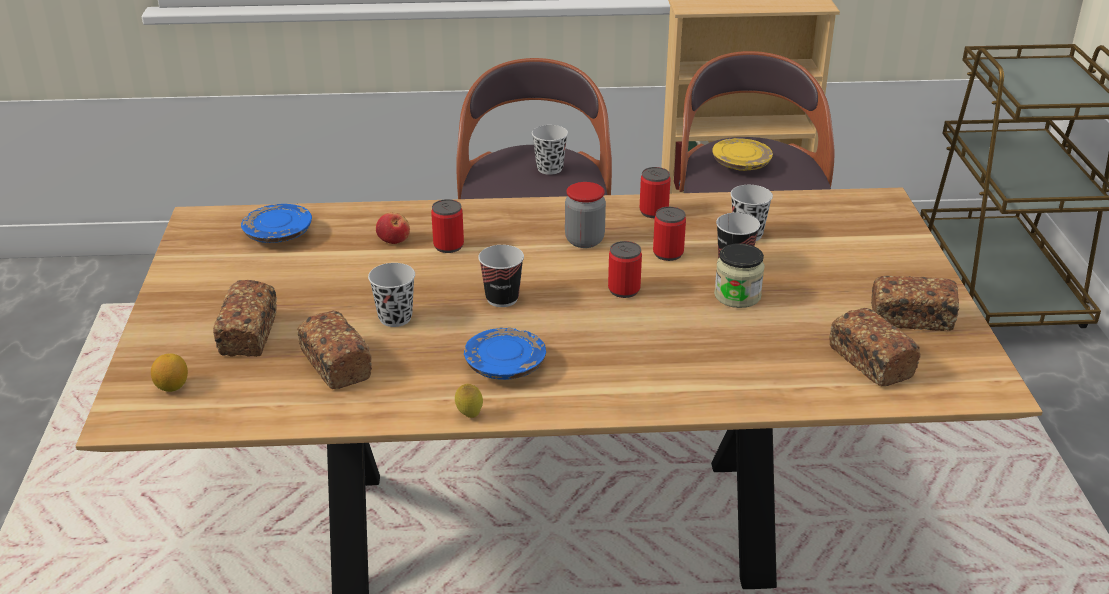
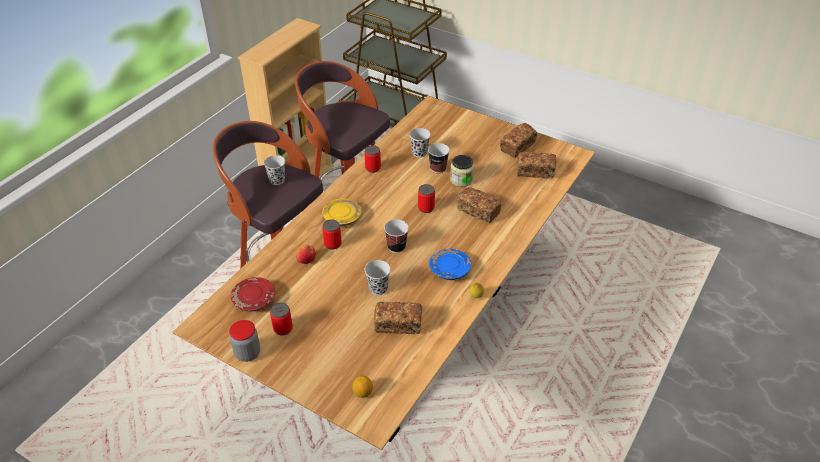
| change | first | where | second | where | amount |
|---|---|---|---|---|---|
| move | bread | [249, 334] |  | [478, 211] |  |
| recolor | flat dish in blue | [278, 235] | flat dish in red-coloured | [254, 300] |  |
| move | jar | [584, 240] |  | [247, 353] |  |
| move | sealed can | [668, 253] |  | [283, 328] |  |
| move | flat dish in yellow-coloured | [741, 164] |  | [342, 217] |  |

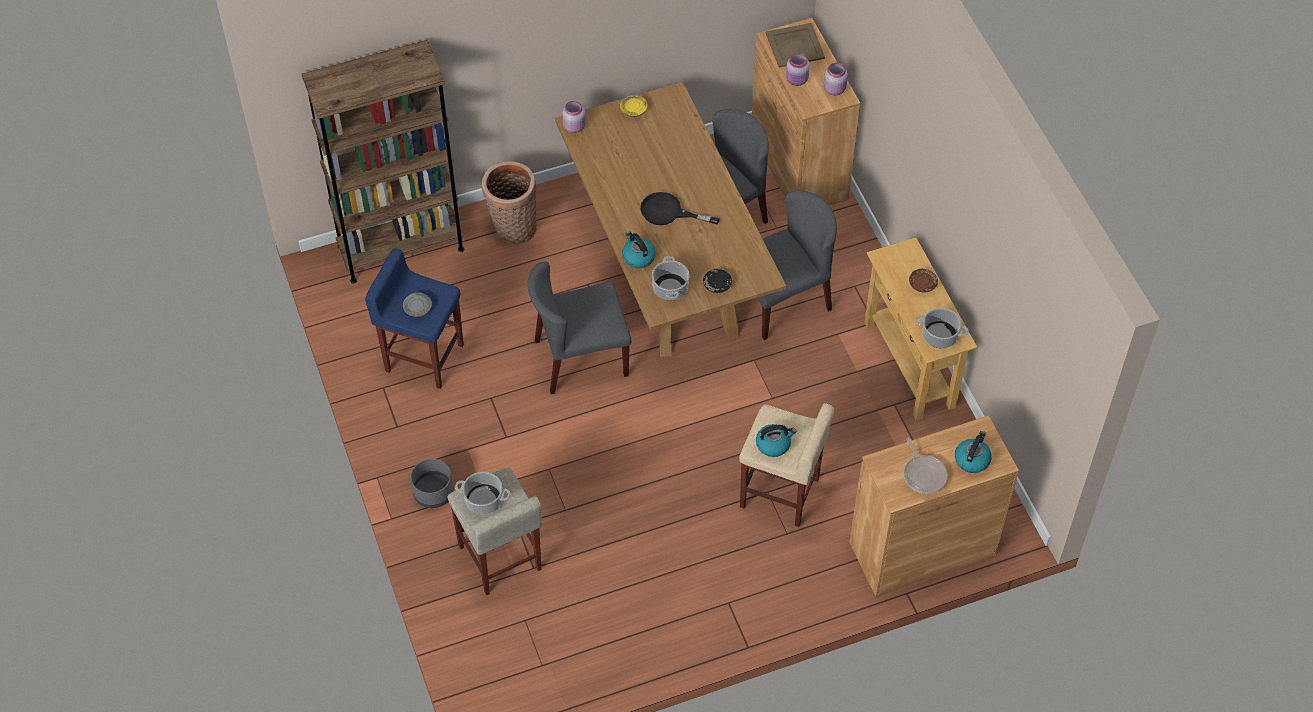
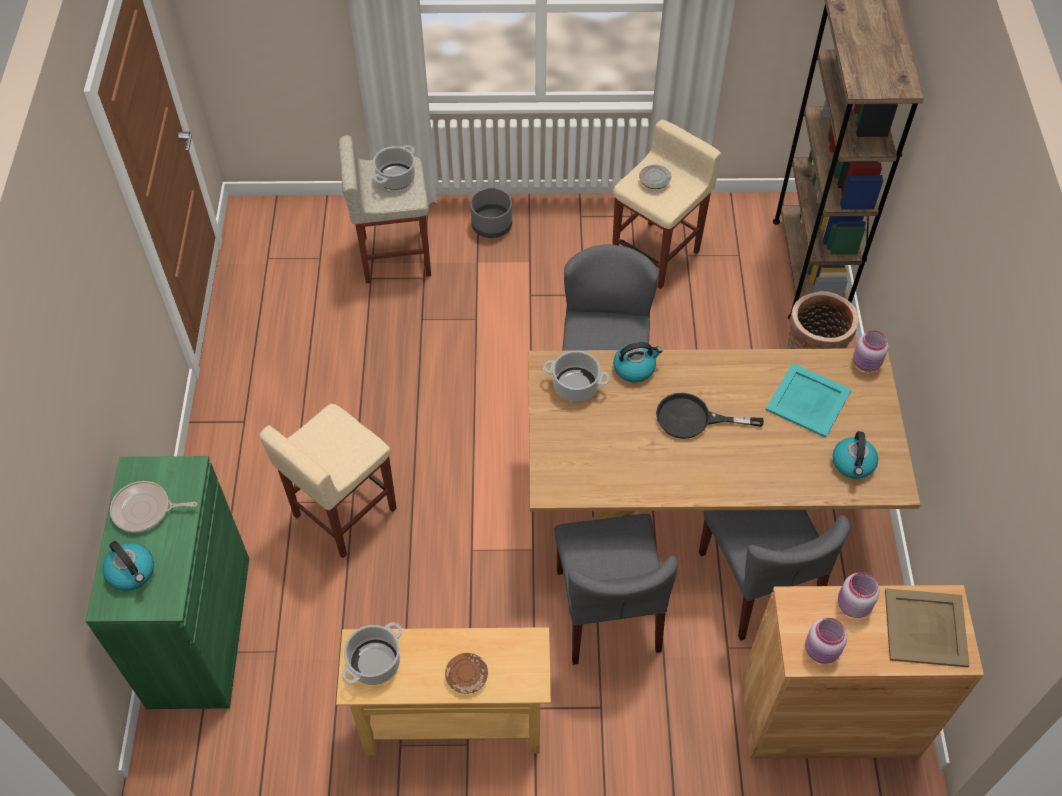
| change | first | where | second | where | amount |
|---|---|---|---|---|---|
| recolor | sitting stool in blue | [423, 357] | sitting stool in beige-coloured | [656, 254] |  |
| delete | flat dish in yellow-coloured | [633, 109] |  |  |  |
| rotate | frying pan in blackish | [668, 212] |  | [693, 419] | 120 degrees counterclockwise |
| delete | flat dish in blackish | [717, 285] |  |  |  |
| move | water kettle | [773, 444] |  | [853, 464] |  |
| recolor | cupboard in brown-coloured | [922, 549] | cupboard in greenish | [199, 631] |  |
| insert |  |  | serving tray in blue-green | [809, 400] |  |

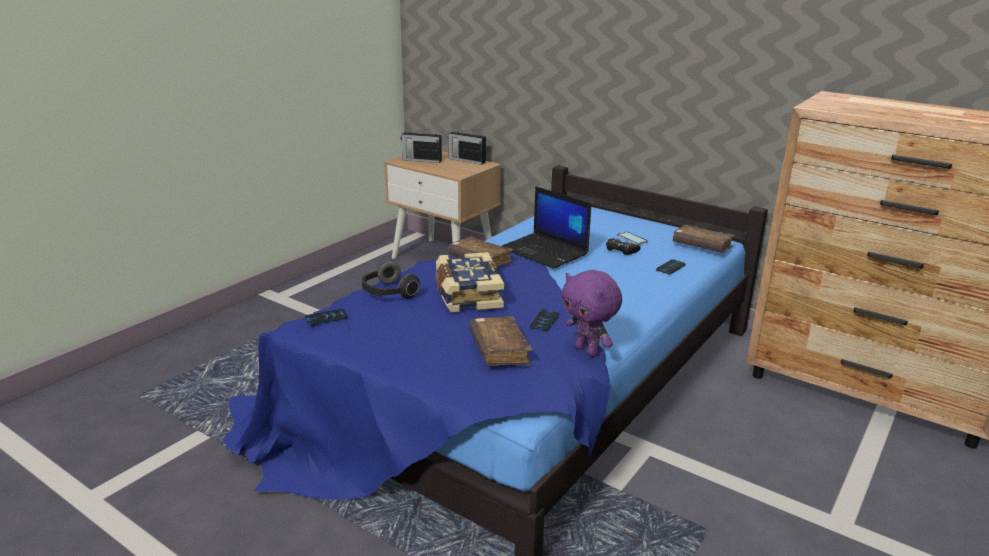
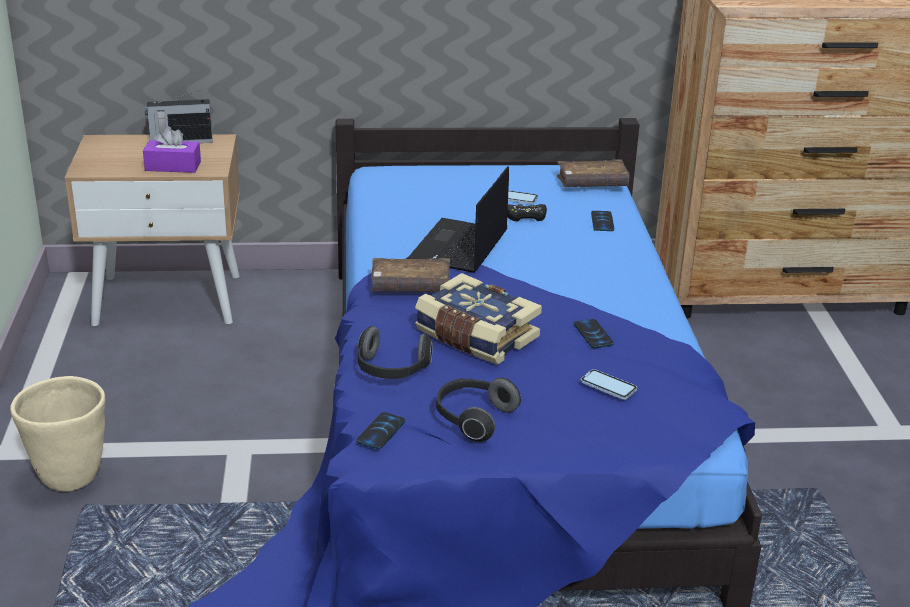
| change | first | where | second | where | amount |
|---|---|---|---|---|---|
| delete | radio set | [421, 160] |  |  |  |
| replace | volume in brown-coloured | [499, 350] | telephone | [608, 386] |  |
| rotate | notebook computer | [545, 251] |  | [459, 247] | 105 degrees clockwise |
| delete | plush toy in purple-coloured | [588, 351] |  |  |  |
| insert |  |  | flower pot in beige-coloured | [69, 477] |  |
| insert |  |  | tissue box in purple-coloured | [173, 166] |  |
| insert |  |  | headset | [473, 419] |  |

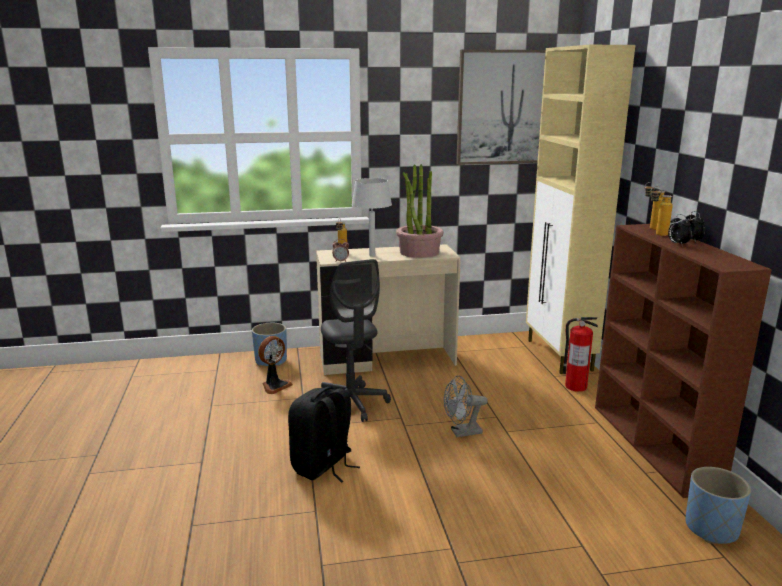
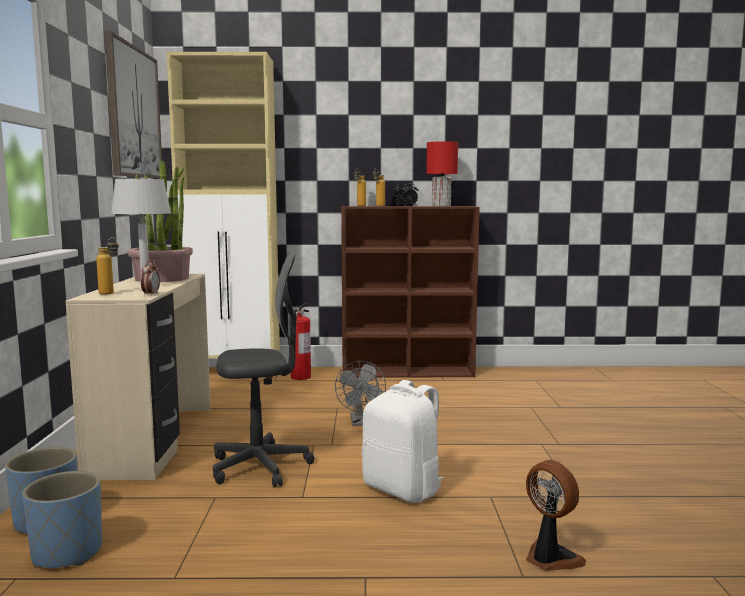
| change | first | where | second | where | amount |
|---|---|---|---|---|---|
| move | cooling fan | [275, 386] |  | [550, 558] |  |
| recolor | rucksack in blackish | [323, 466] | rucksack in whitish | [403, 489] |  |
| move | flower pot in blue | [711, 529] |  | [67, 553] |  |
| insert |  |  | lamp for a table in red-coloured | [441, 206] |  |

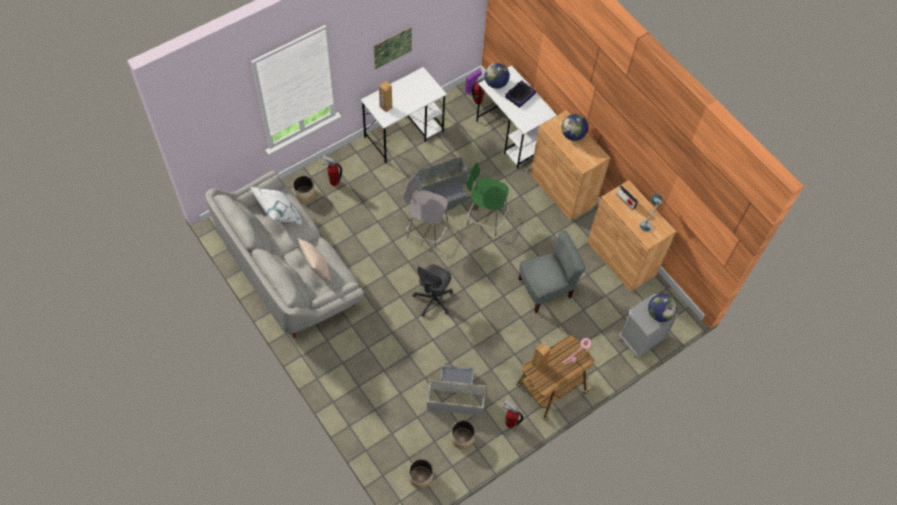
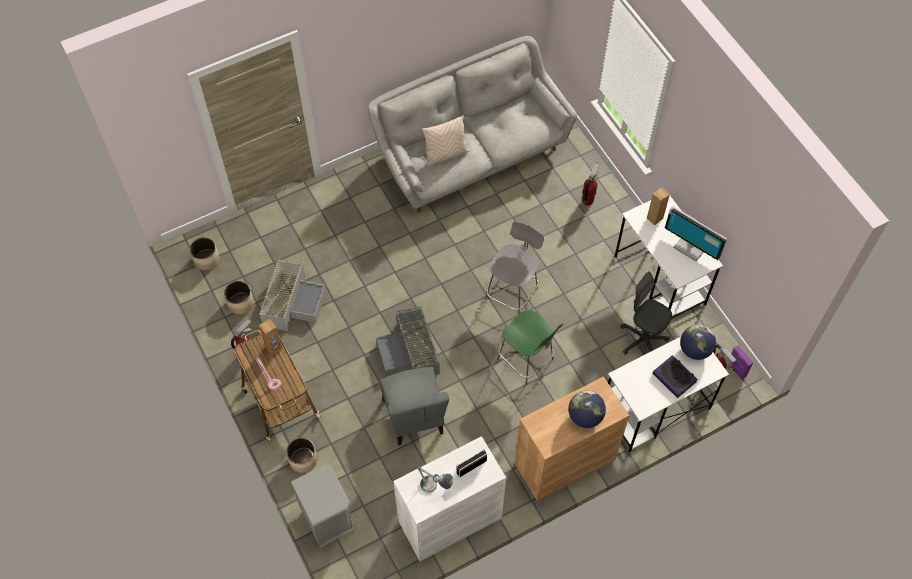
| change | first | where | second | where | amount |
|---|---|---|---|---|---|
| delete | throw pillow in whitish | [278, 214] |  |  |  |
| move | flower pot | [304, 194] |  | [303, 459] |  |
| delete | wall picture | [392, 47] |  |  |  |
| move | computer chair in greyish | [433, 300] |  | [642, 340] |  |
| move | storage container in greyish | [444, 187] |  | [410, 352] |  |
| rotate | plain chair in greenish | [485, 217] |  | [526, 360] | 105 degrees clockwise |
| recolor | cupboard in brown-coloured | [621, 258] | cupboard in whitish | [450, 520] |  |
| delete | world globe | [659, 314] |  |  |  |
| insert |  |  | computer screen | [690, 247] |  |

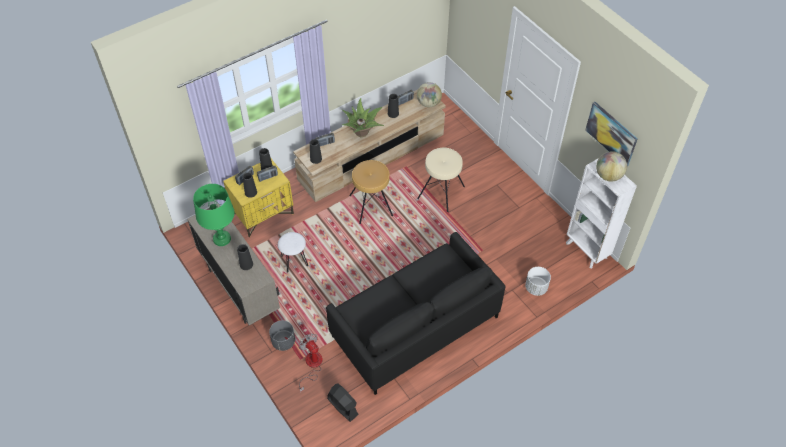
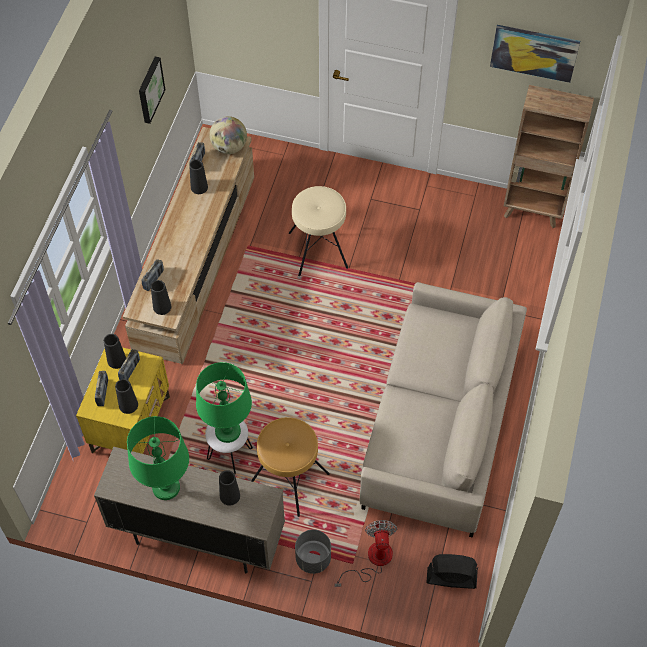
| change | first | where | second | where | amount |
|---|---|---|---|---|---|
| rotate | cooling fan | [311, 365] |  | [372, 560] | 75 degrees clockwise |
| recolor | couch in blackish | [414, 326] | couch in beige-coloured | [439, 428] |  |
| delete | houseplant | [362, 132] |  |  |  |
| move | sitting stool in brown-coloured | [371, 205] |  | [289, 479] |  |
| delete | flower pot in whitish | [536, 288] |  |  |  |
| recolor | bookshelf in whitish | [586, 251] | bookshelf in brown-coloured | [533, 211] |  |
| delete | world globe | [608, 175] |  |  |  |
| insert |  |  | wall picture | [149, 89] |  |
| insert |  |  | lamp for a table in greenish | [227, 431] |  |

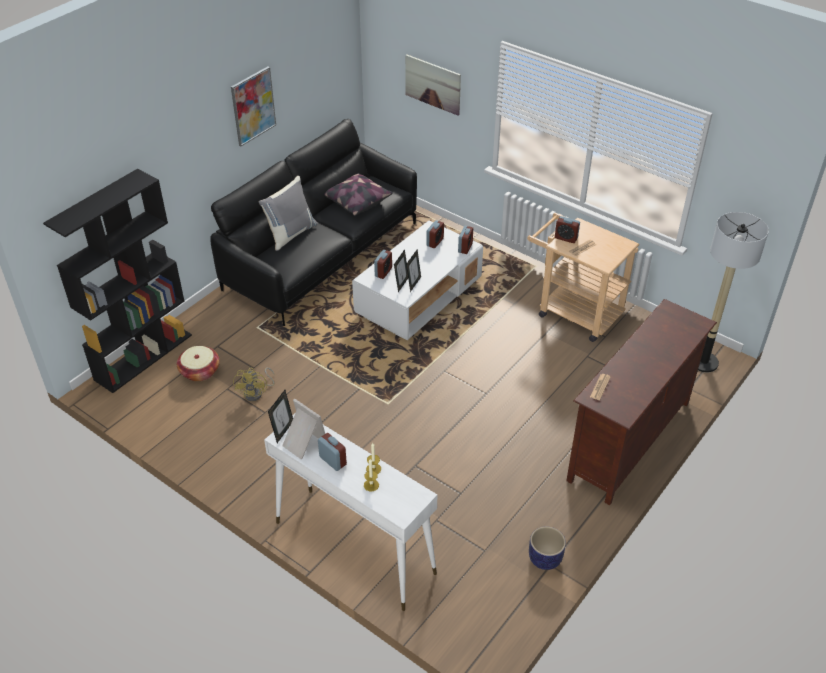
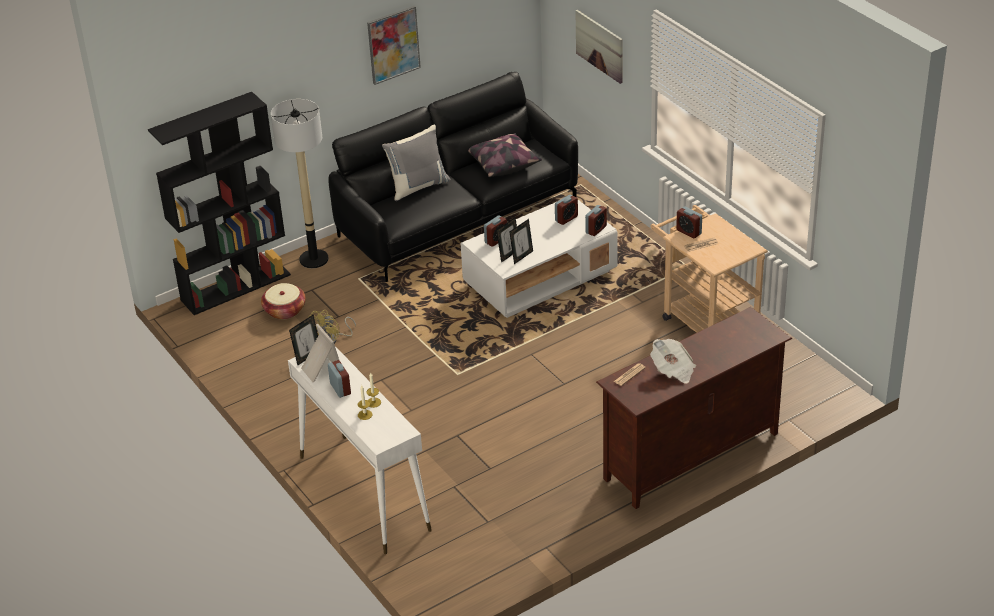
| change | first | where | second | where | amount |
|---|---|---|---|---|---|
| delete | flower pot | [544, 559] |  |  |  |
| move | standard lamp | [703, 362] |  | [314, 259] |  |
| insert |  |  | newspaper | [673, 370] |  |

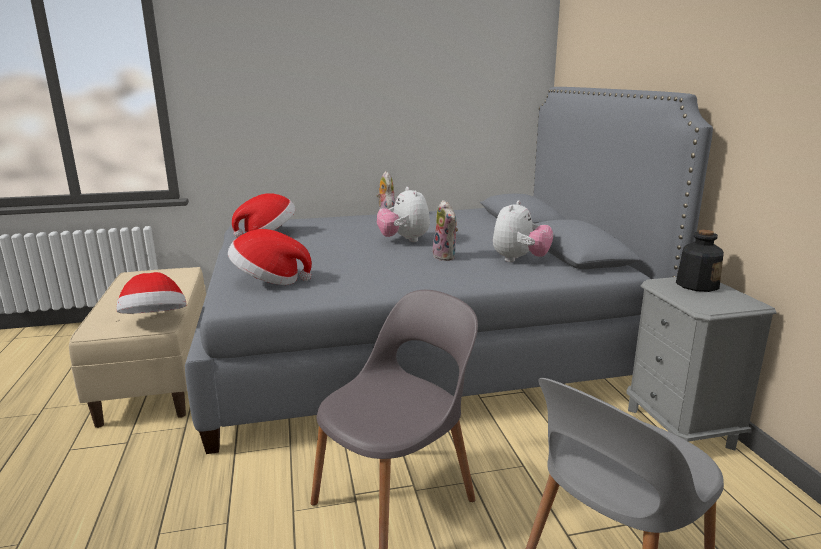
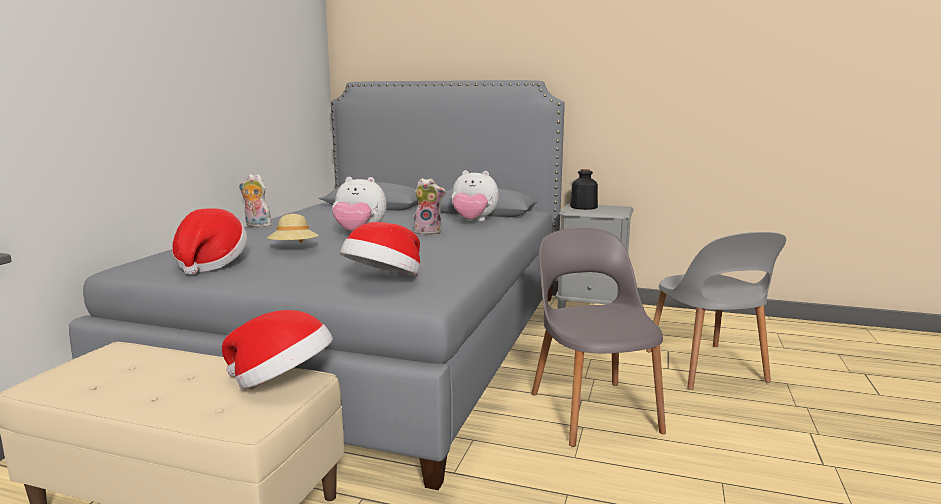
| change | first | where | second | where | amount |
|---|---|---|---|---|---|
| rotate | plush toy | [519, 260] |  | [473, 221] | 135 degrees clockwise |
| insert |  |  | wearable hat in beige-coloured | [294, 248] |  |

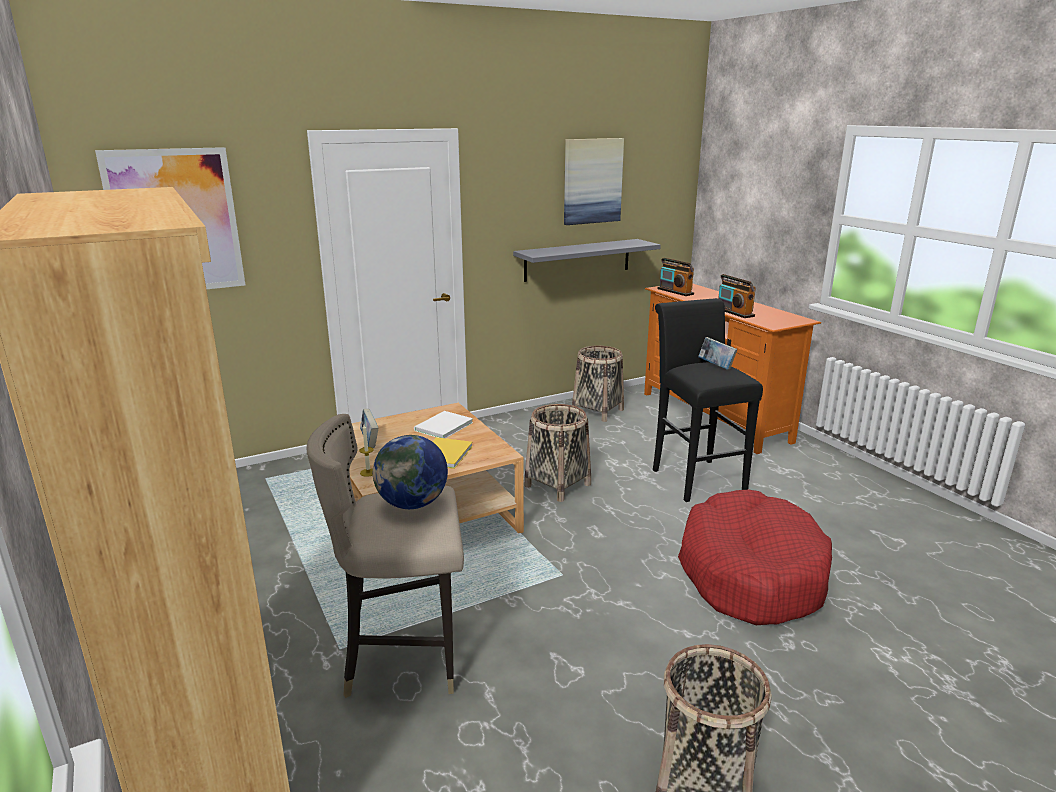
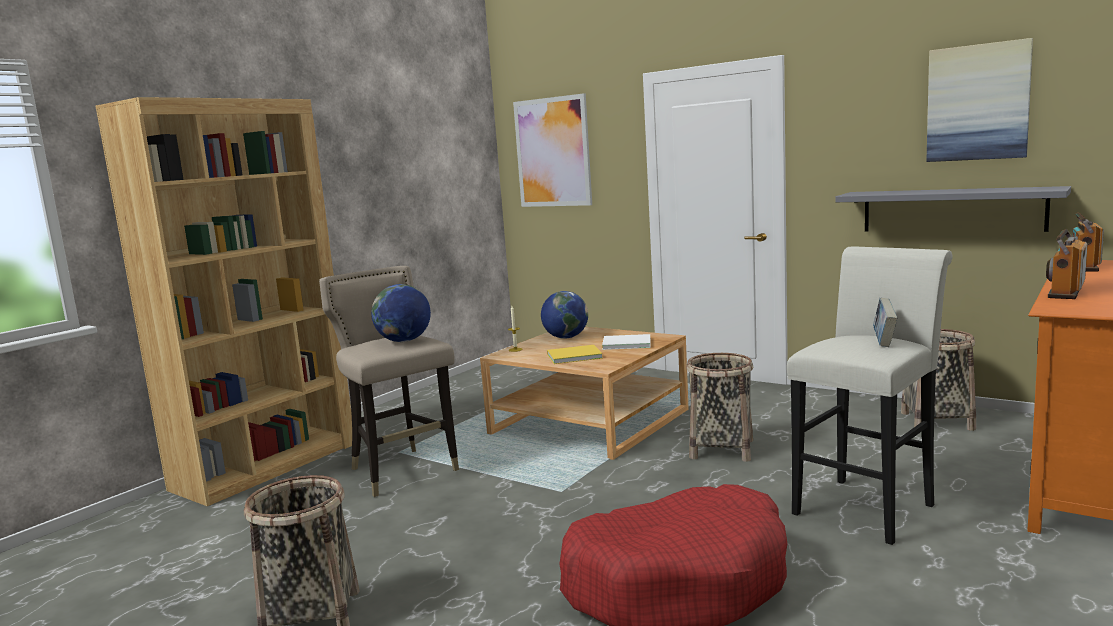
| change | first | where | second | where | amount |
|---|---|---|---|---|---|
| replace | volume | [370, 441] | world globe | [566, 337] |  |
| recolor | sitting stool in blackish | [694, 477] | sitting stool in whitish | [868, 506] |  |

